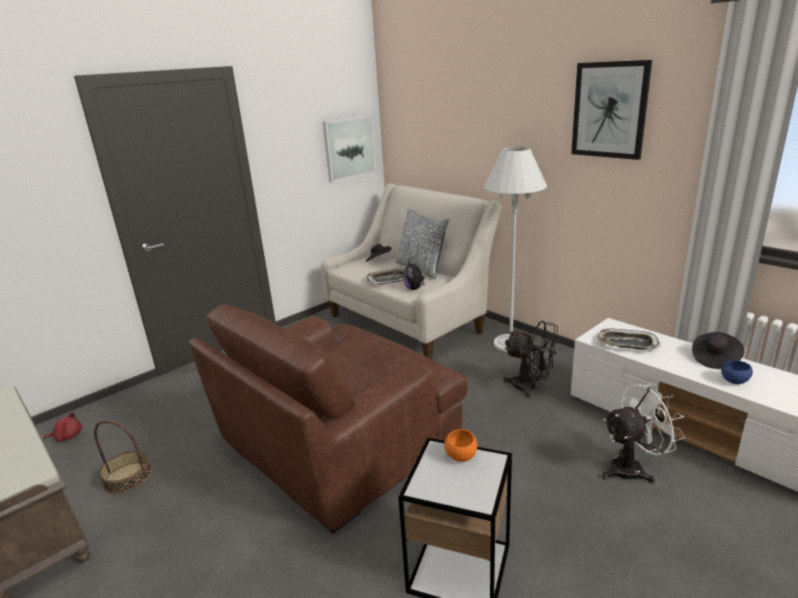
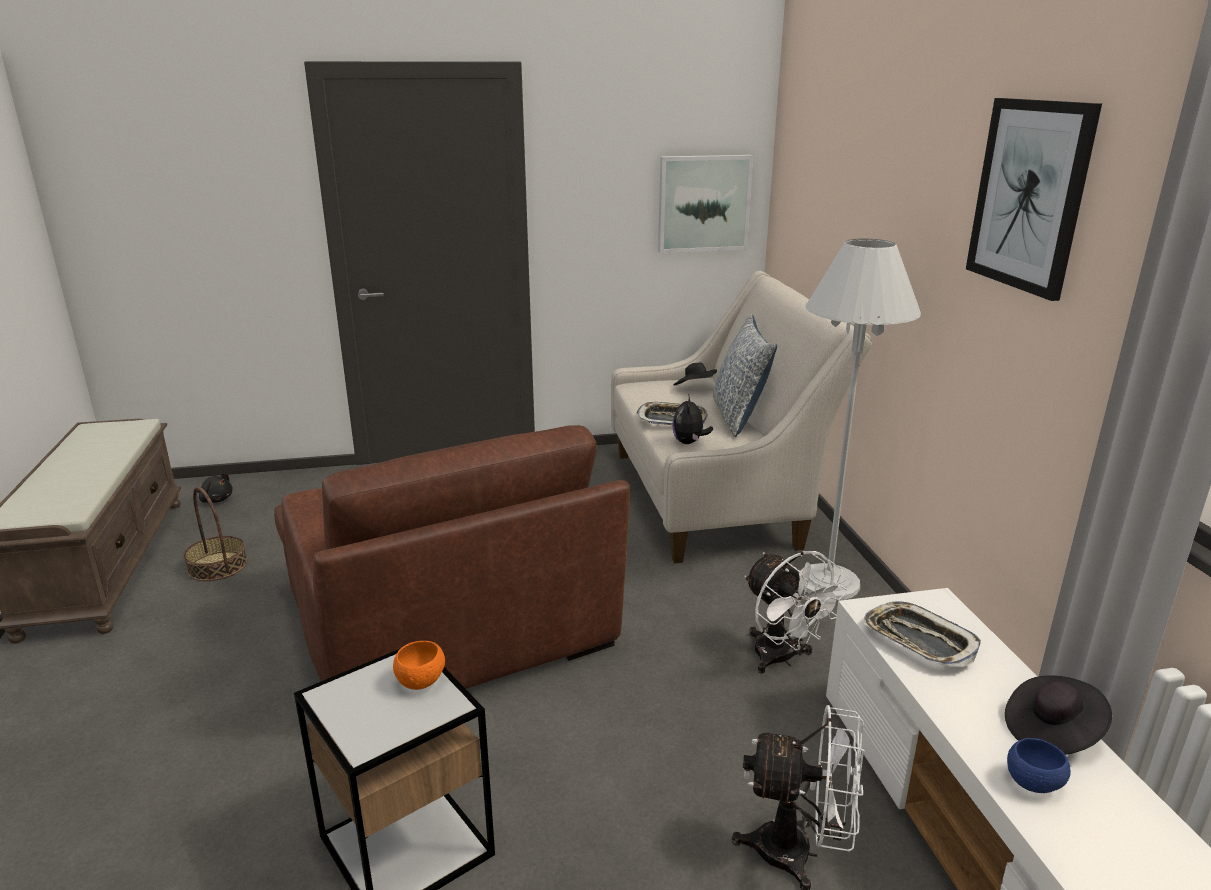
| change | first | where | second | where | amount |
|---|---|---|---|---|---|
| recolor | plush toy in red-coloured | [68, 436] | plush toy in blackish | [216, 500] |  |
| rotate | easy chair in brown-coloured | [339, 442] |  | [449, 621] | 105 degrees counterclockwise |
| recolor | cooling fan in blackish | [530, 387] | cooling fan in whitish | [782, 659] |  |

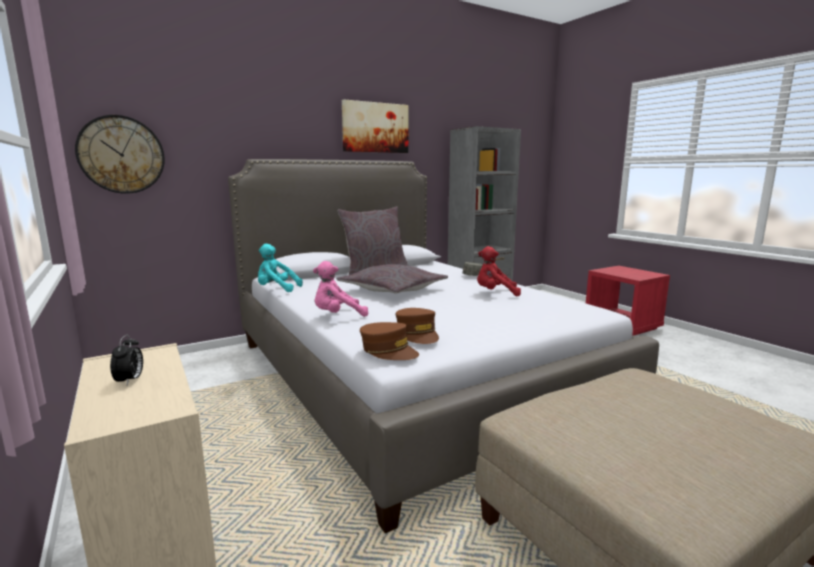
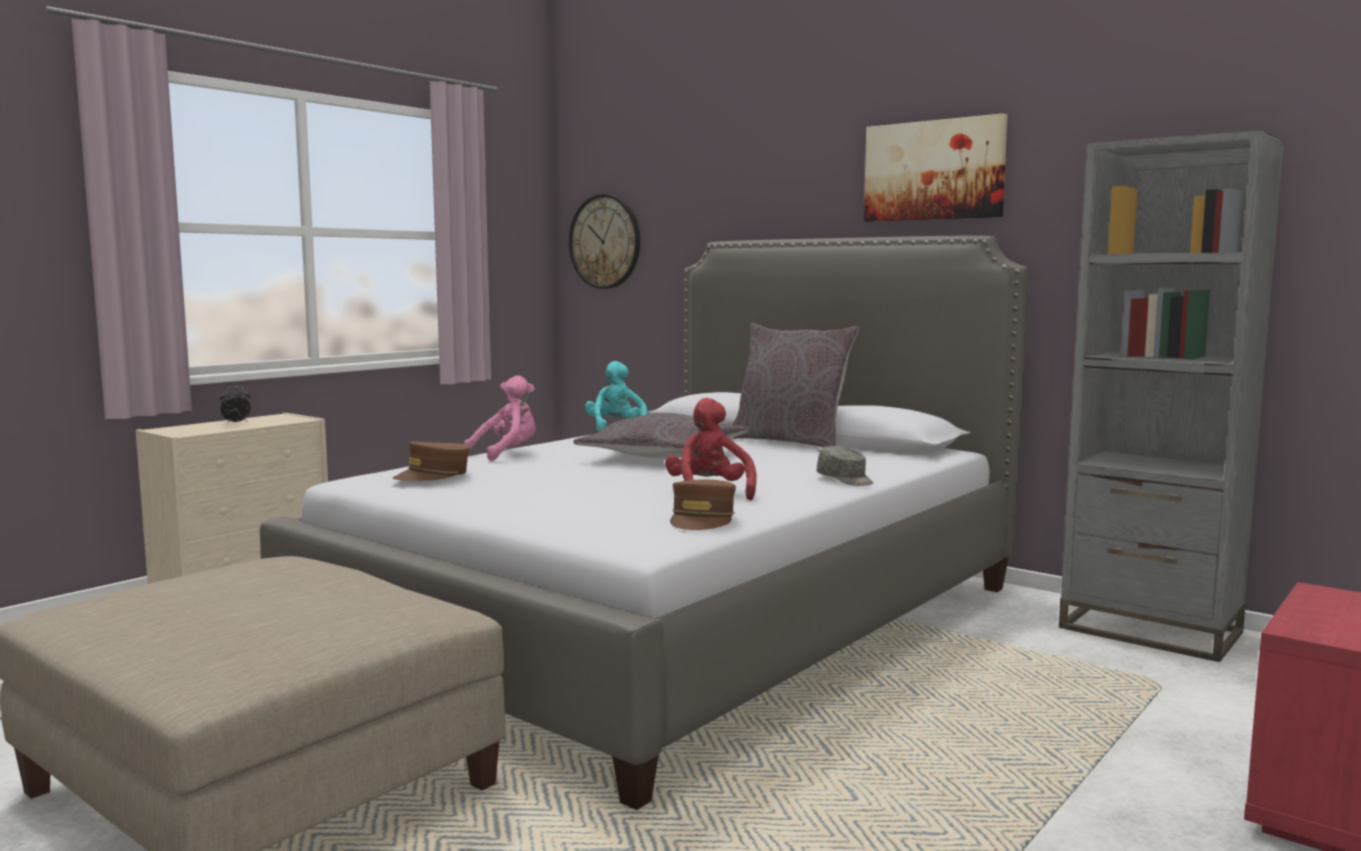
| change | first | where | second | where | amount |
|---|---|---|---|---|---|
| rotate | plush toy in pink | [337, 316] |  | [507, 453] | 90 degrees clockwise |
| move | baseball cap in brown-coloured | [388, 351] |  | [702, 519] |  |

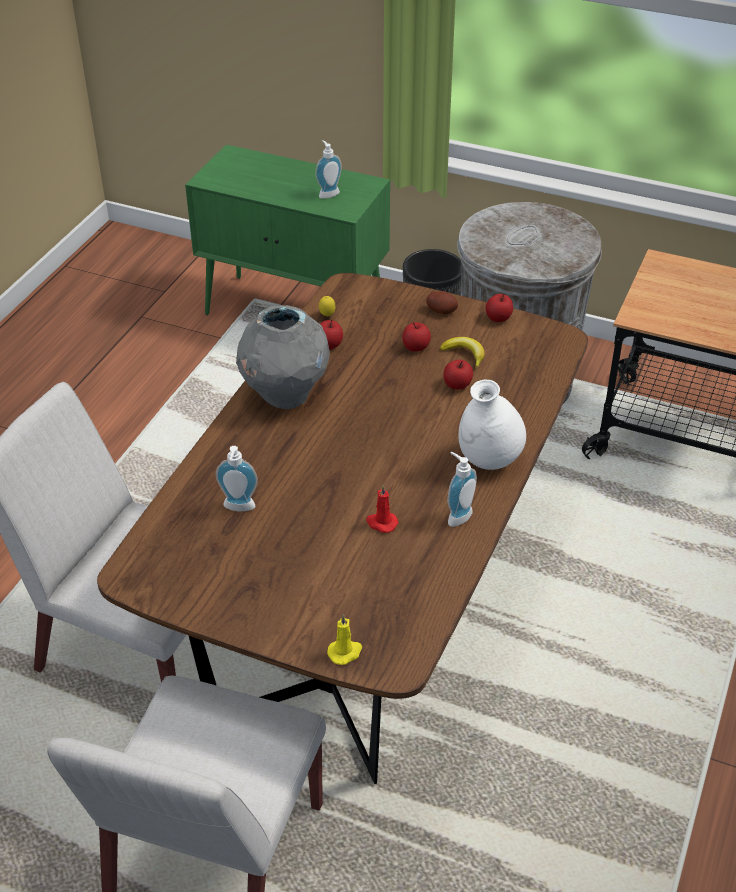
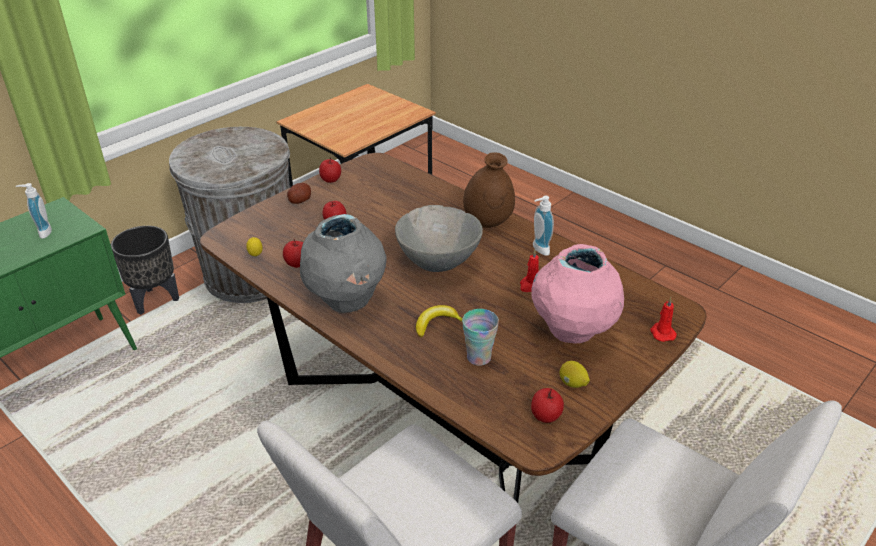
| change | first | where | second | where | amount |
|---|---|---|---|---|---|
| replace | liquid soap bottle | [238, 508] | cup | [478, 357] |  |
| recolor | wax candle in yellow-coloured | [345, 652] | wax candle in red-coloured | [662, 333] |  |
| move | banana fruit | [465, 355] |  | [436, 324] |  |
| move | apple | [457, 385] |  | [546, 415] |  |
| recolor | vase in whitish | [489, 461] | vase in brown-coloured | [488, 222] |  |
| insert |  |  | serving bowl in greyish | [438, 263] |  |
| insert |  |  | vase in pink | [572, 333] |  |
| insert |  |  | whole lemon | [572, 384] |  |

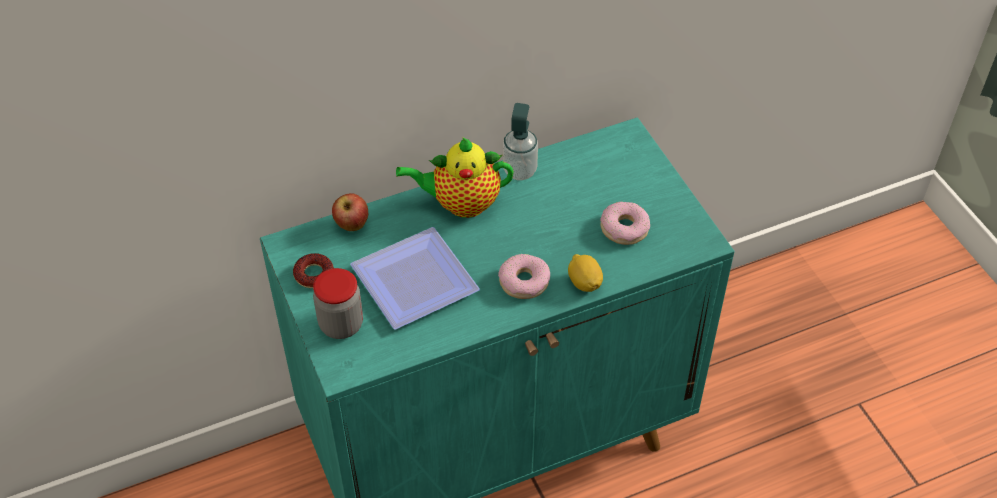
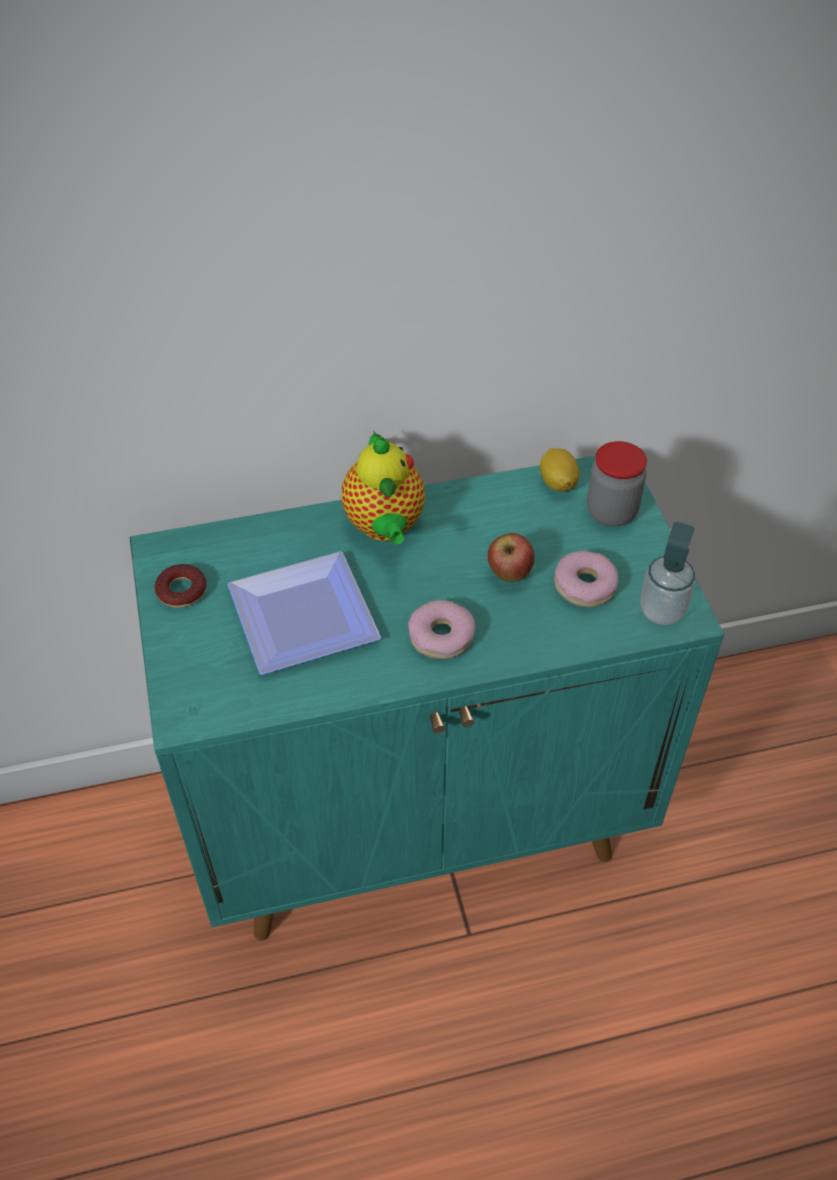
| change | first | where | second | where | amount |
|---|---|---|---|---|---|
| move | jar | [341, 325] |  | [611, 512] |  |
| move | apple | [352, 225] |  | [509, 574] |  |
| rotate | pot for tea | [461, 203] |  | [385, 527] | 105 degrees counterclockwise |
| move | liquid soap bottle | [519, 171] |  | [662, 611] |  |
| move | whole lemon | [584, 283] |  | [557, 483] |  |

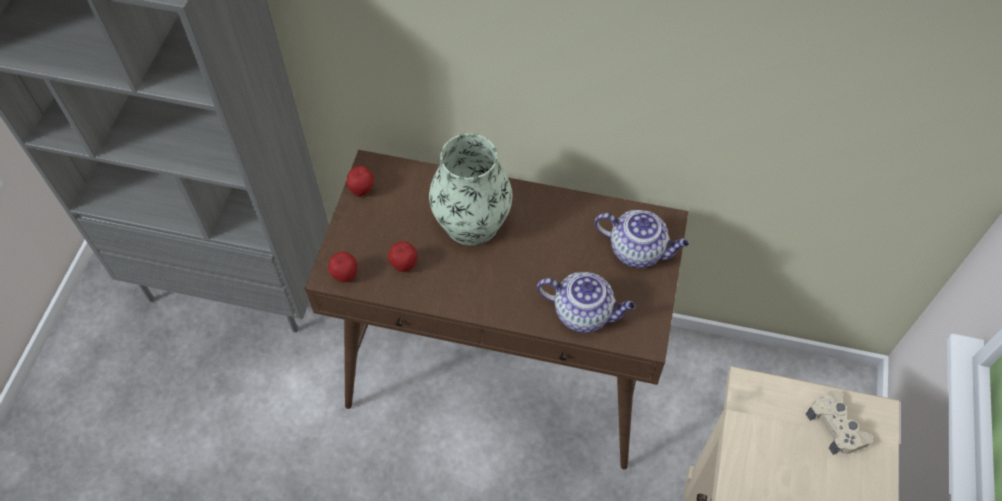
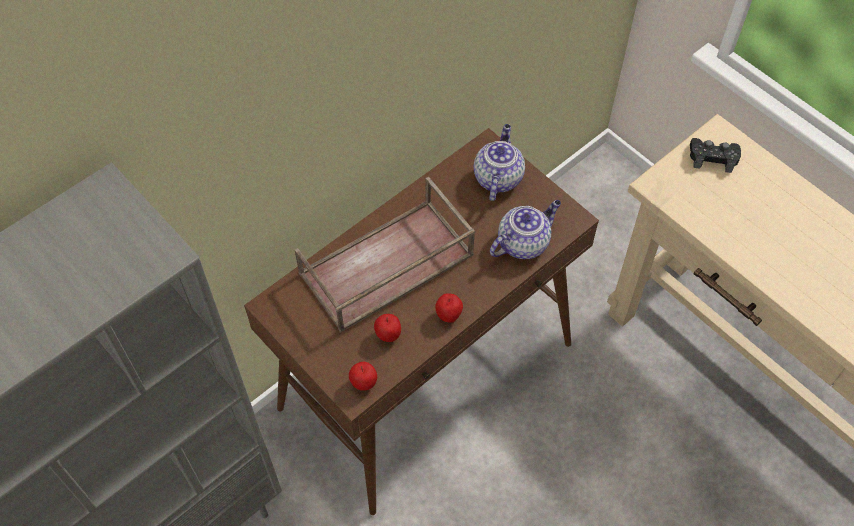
| change | first | where | second | where | amount |
|---|---|---|---|---|---|
| move | apple | [362, 190] |  | [448, 316] |  |
| replace | vase | [471, 222] | serving tray in brown-coloured | [386, 266] |  |
| rotate | pot for tea | [638, 250] |  | [497, 177] | 45 degrees counterclockwise |
| recolor | game controller in beige-coloured | [836, 426] | game controller in blackish | [713, 157] |  |

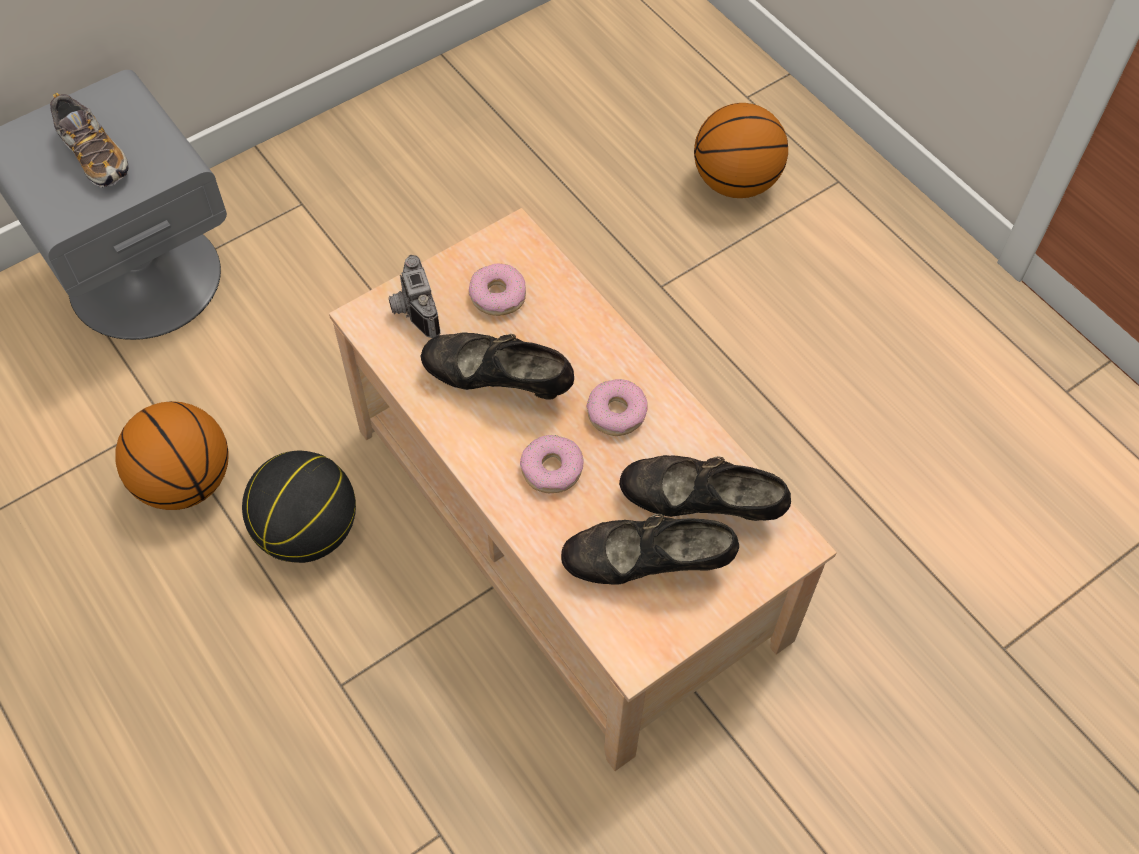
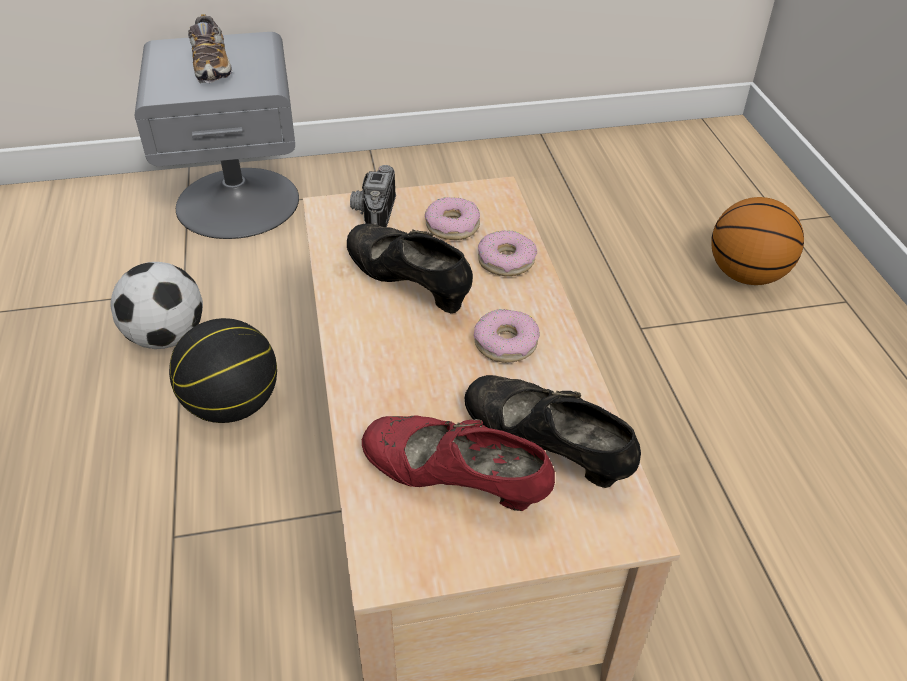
| change | first | where | second | where | amount |
|---|---|---|---|---|---|
| replace | basketball ball | [185, 482] | football | [166, 337] |  |
| move | doughnut | [552, 469] |  | [506, 261] |  |
| recolor | shoe in blackish | [646, 566] | shoe in red-coloured | [454, 484] |  |

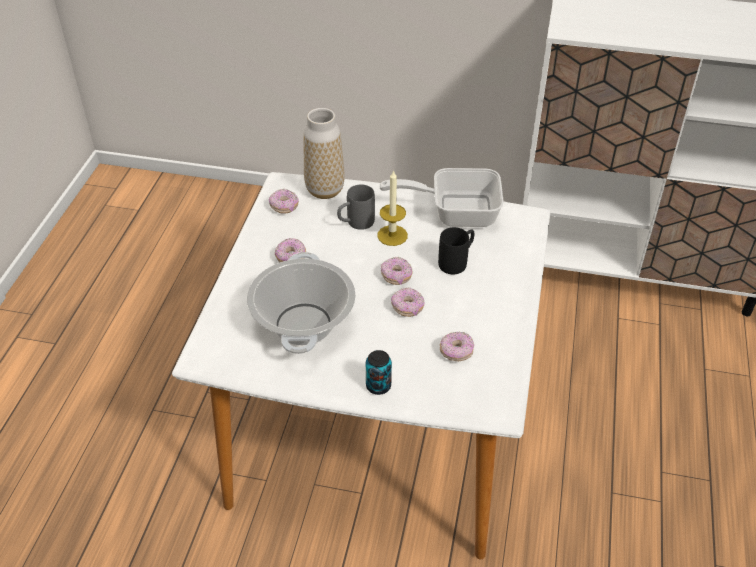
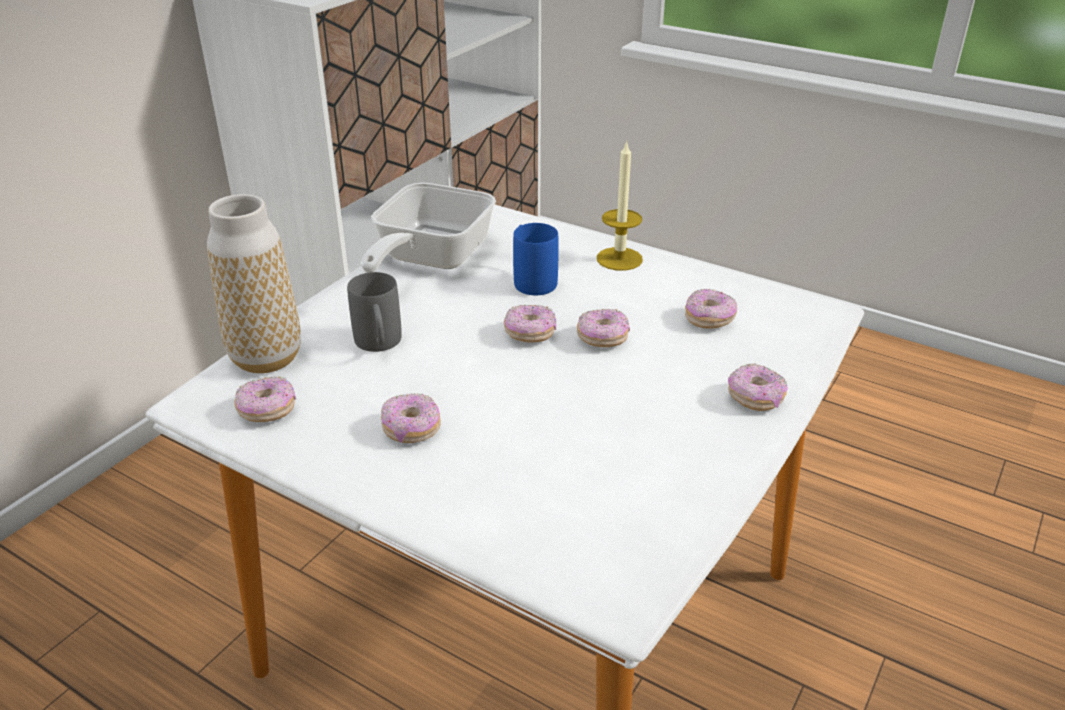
| change | first | where | second | where | amount |
|---|---|---|---|---|---|
| delete | stockpot | [303, 324] |  |  |  |
| replace | sealed can | [378, 386] | doughnut | [755, 398] |  |
| move | wax candle | [392, 235] |  | [619, 259] |  |
| recolor | coffee mug in blackish | [457, 261] | coffee mug in blue | [531, 279] |  |

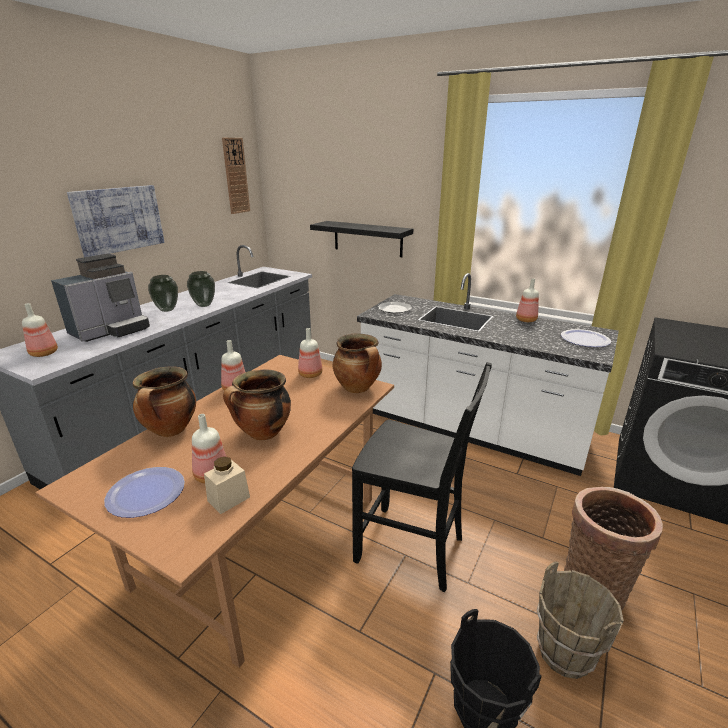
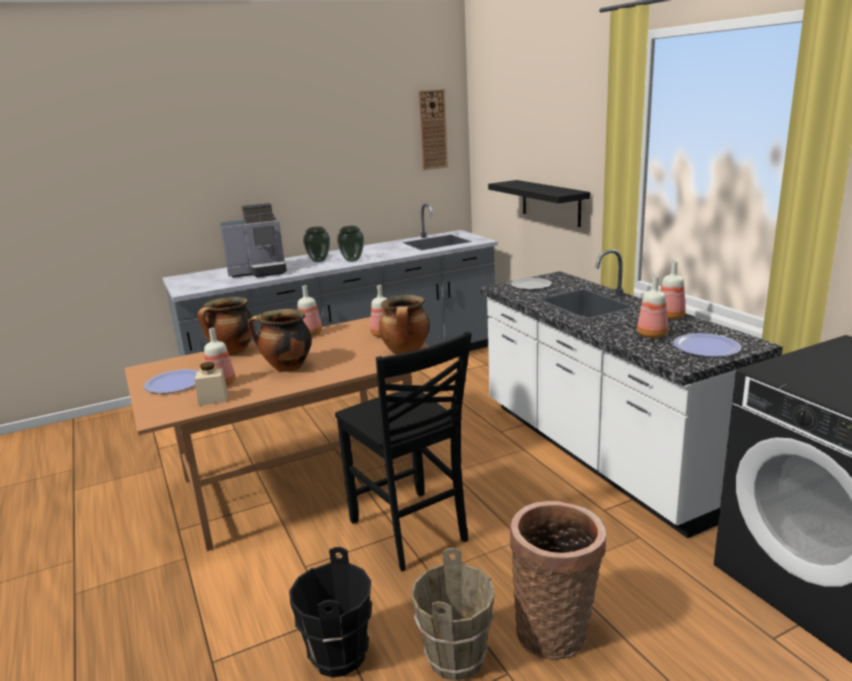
| change | first | where | second | where | amount |
|---|---|---|---|---|---|
| move | bottle | [44, 353] |  | [652, 334] |  |
| delete | wall picture | [119, 219] |  |  |  |

